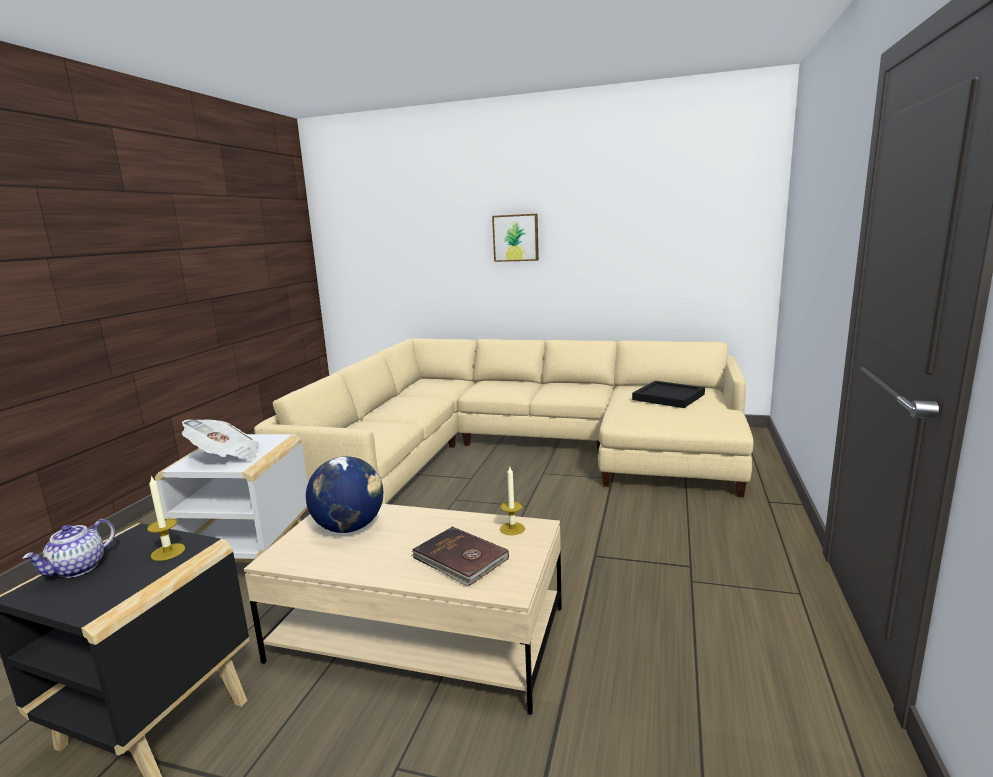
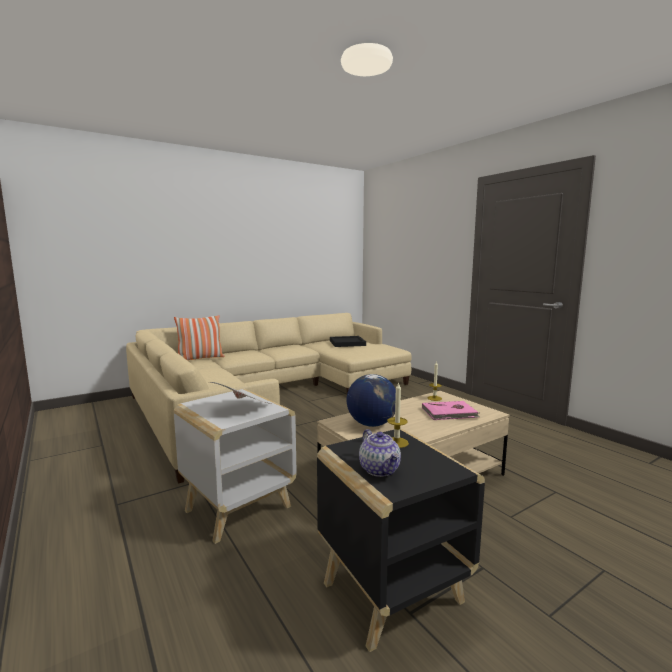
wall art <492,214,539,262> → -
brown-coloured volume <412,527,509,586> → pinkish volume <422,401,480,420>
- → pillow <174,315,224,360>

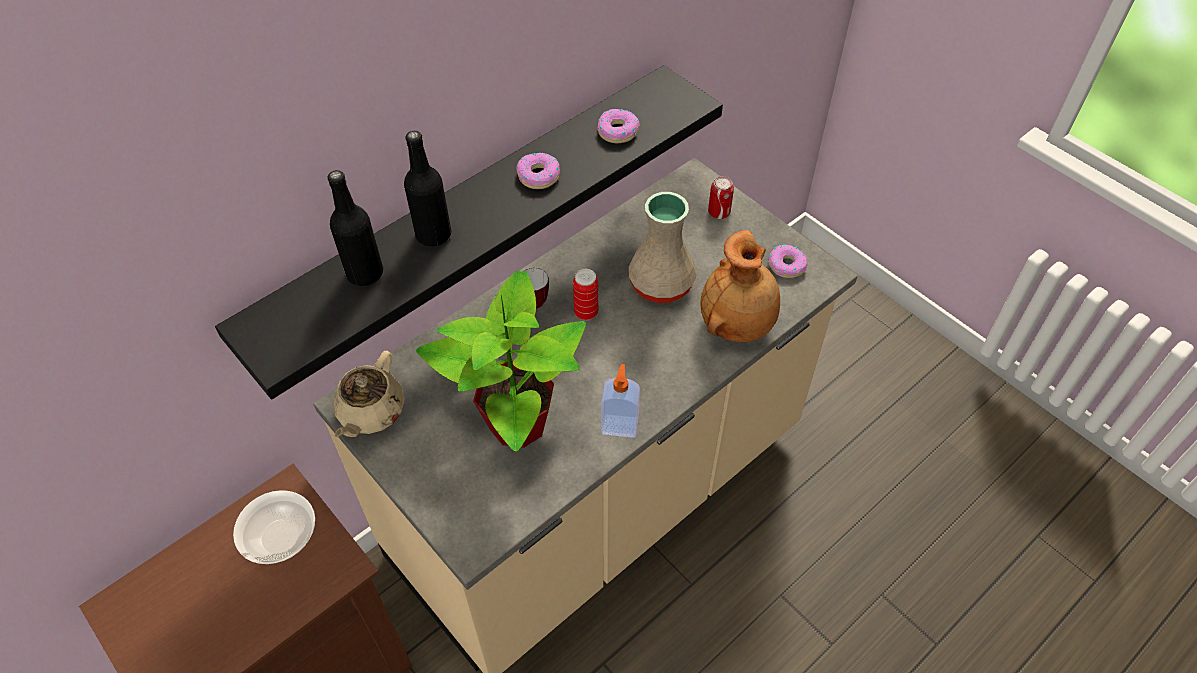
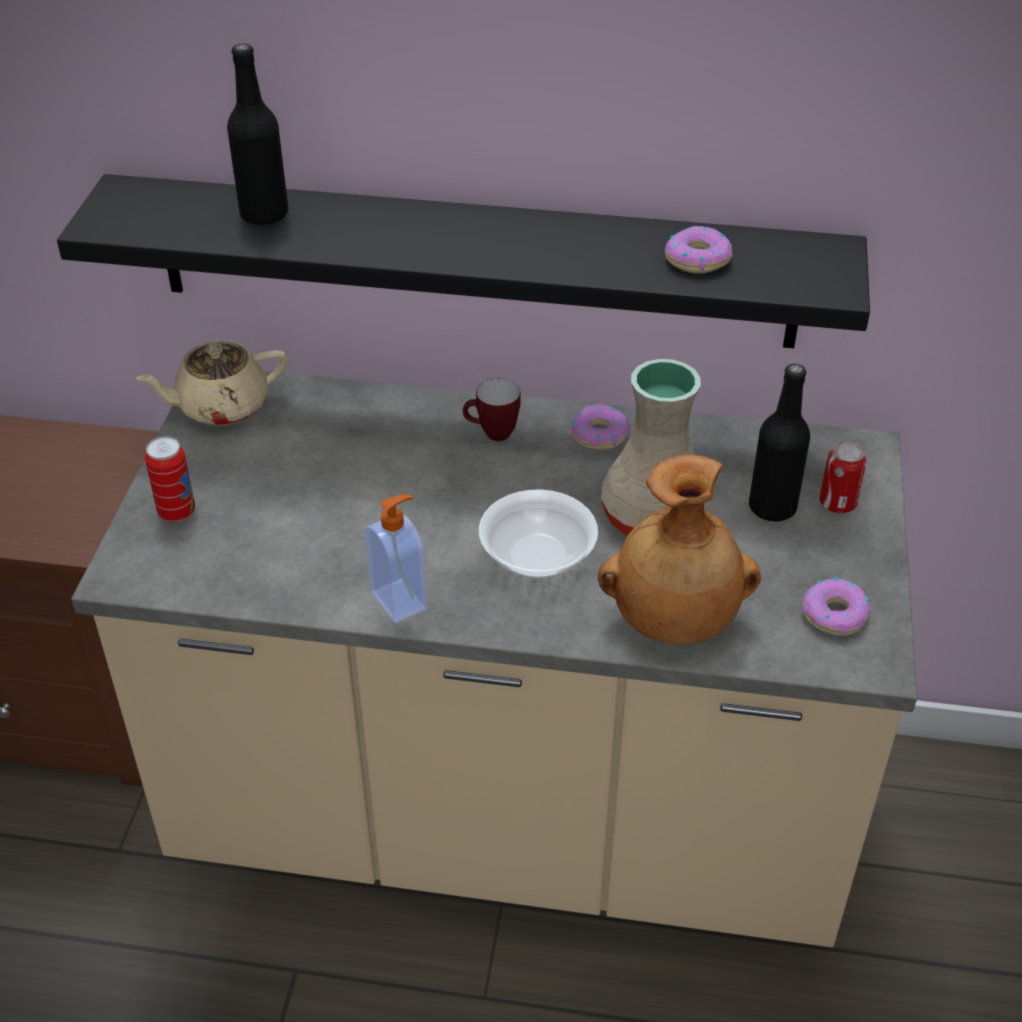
blackish drink bottle <404,131,451,246> → blackish drink bottle <749,364,810,521>, relocated
ring doughnut <516,153,560,189> → ring doughnut <571,404,631,450>, relocated
sealed can <573,269,598,320> → sealed can <145,437,195,522>, relocated
houseplant <416,270,586,452> → -
serving bowl <233,490,315,564> → serving bowl <479,490,598,579>, relocated

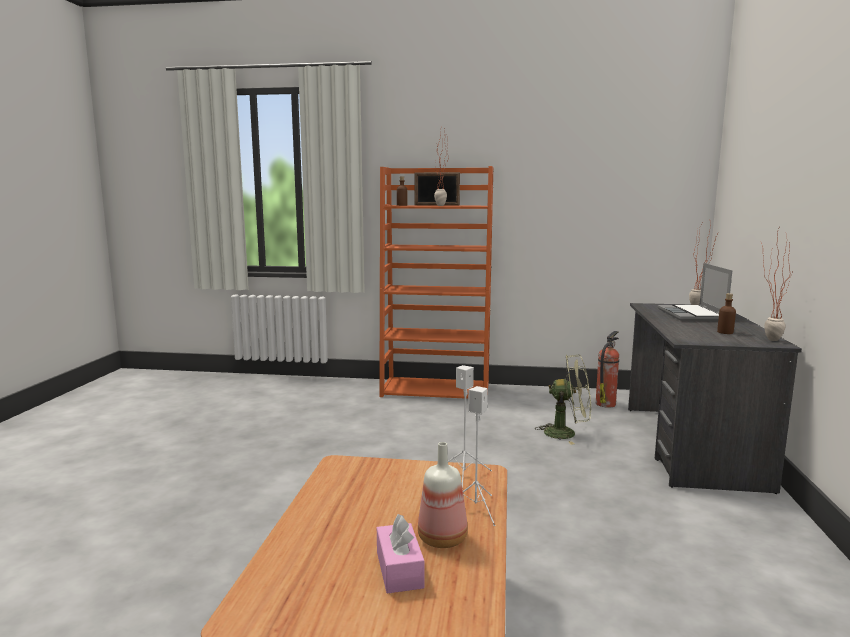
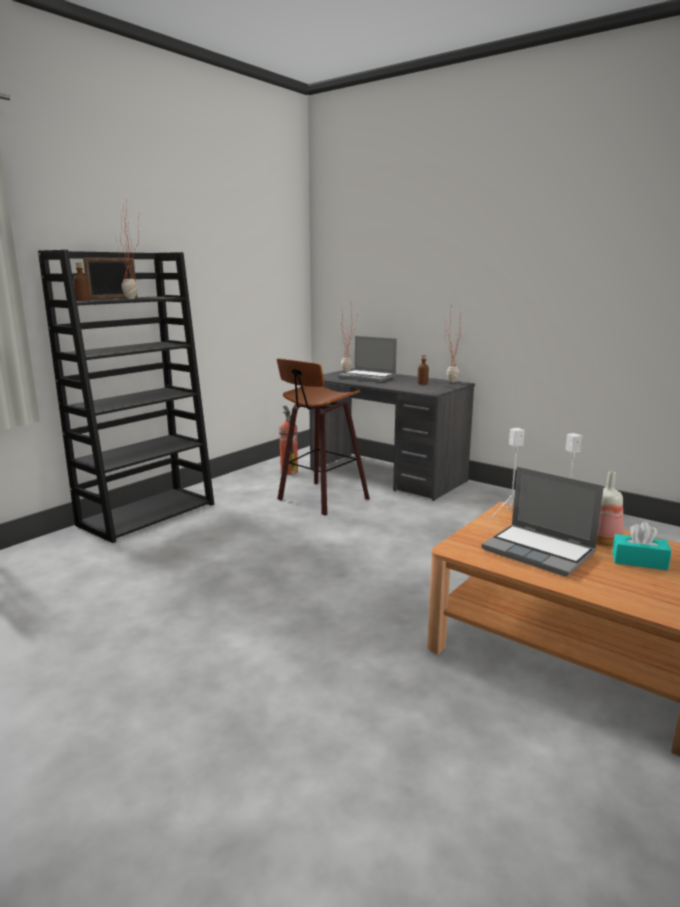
orangey bookcase <379,166,494,399> → blackish bookcase <38,250,214,543>
green-coloured fan <535,355,591,445> → stool <277,359,370,516>
pinkish box of tissues <377,514,424,594> → turquoise box of tissues <612,522,672,570>
- → notebook computer <481,467,604,576>

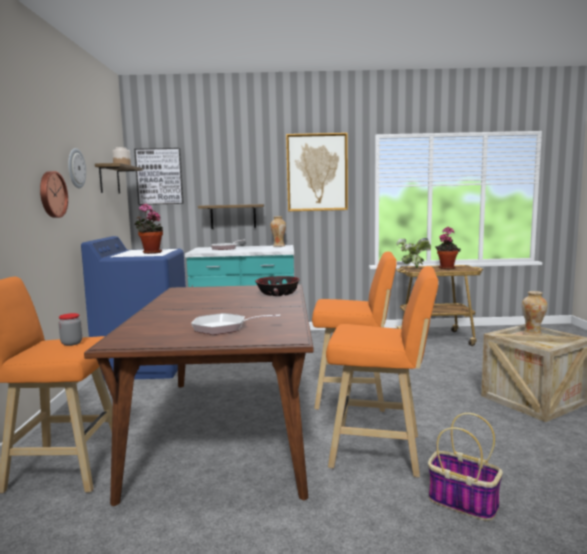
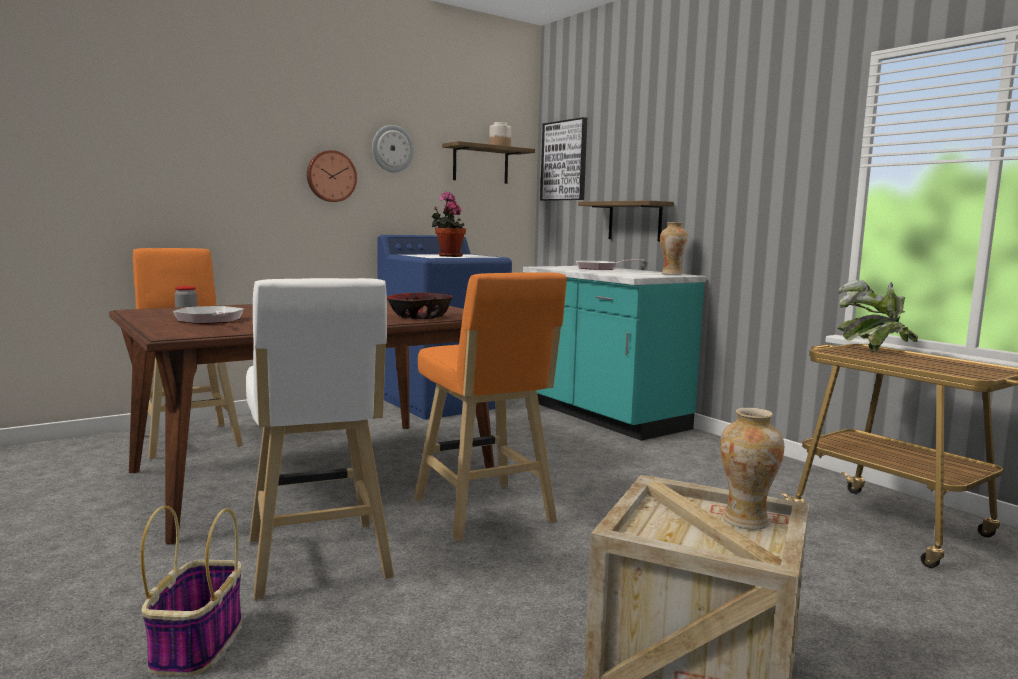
wall art <286,133,348,211> → -
houseplant <436,227,461,269> → -
orangey stool <326,266,438,477> → white stool <246,278,394,600>

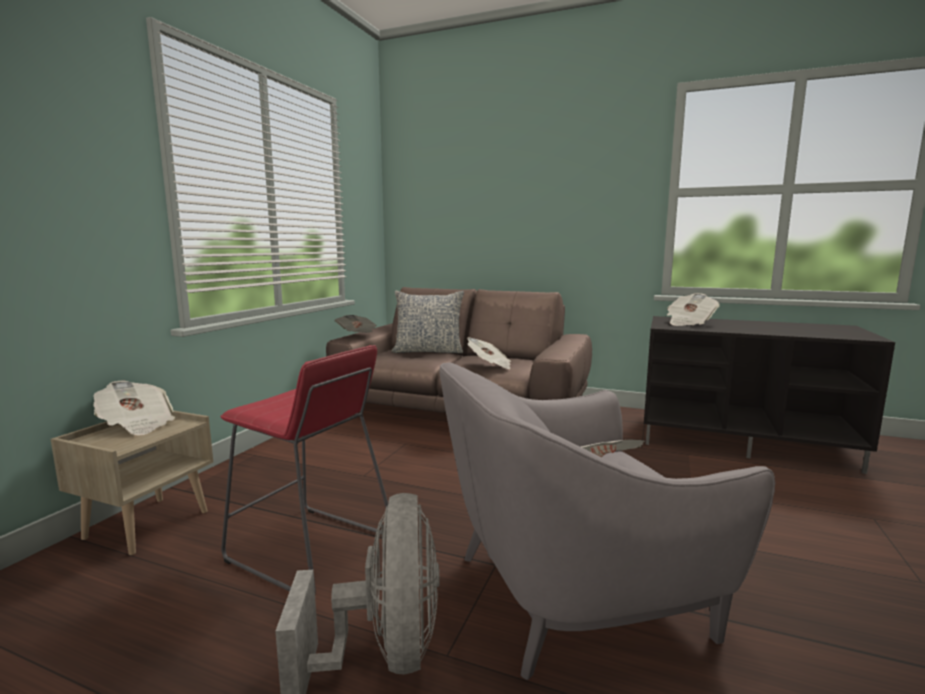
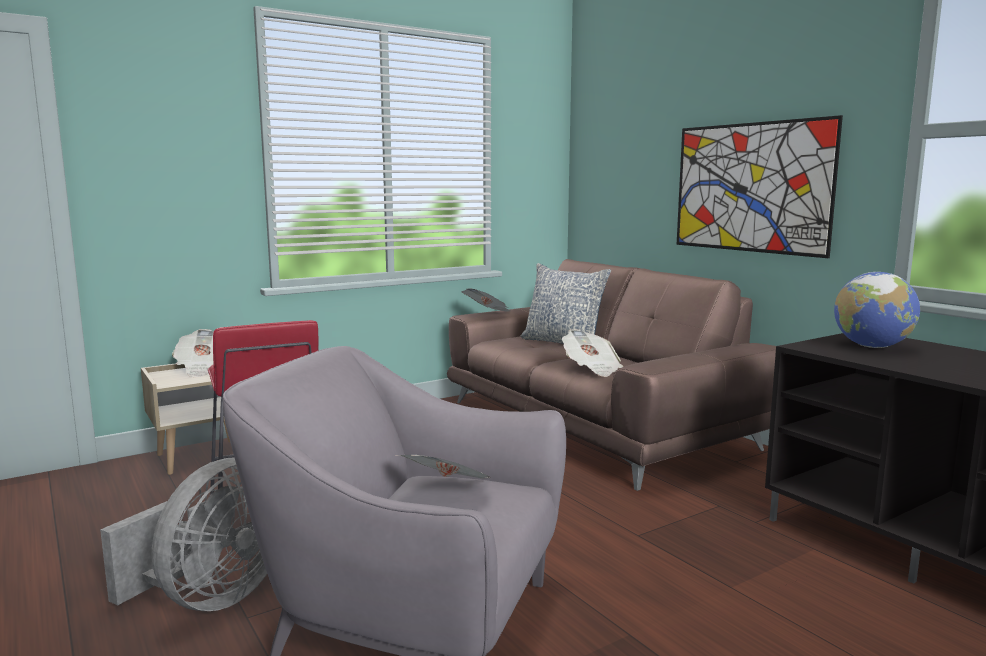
printed paper <667,293,720,326> → world globe <834,272,920,348>
- → wall art <677,115,843,258>

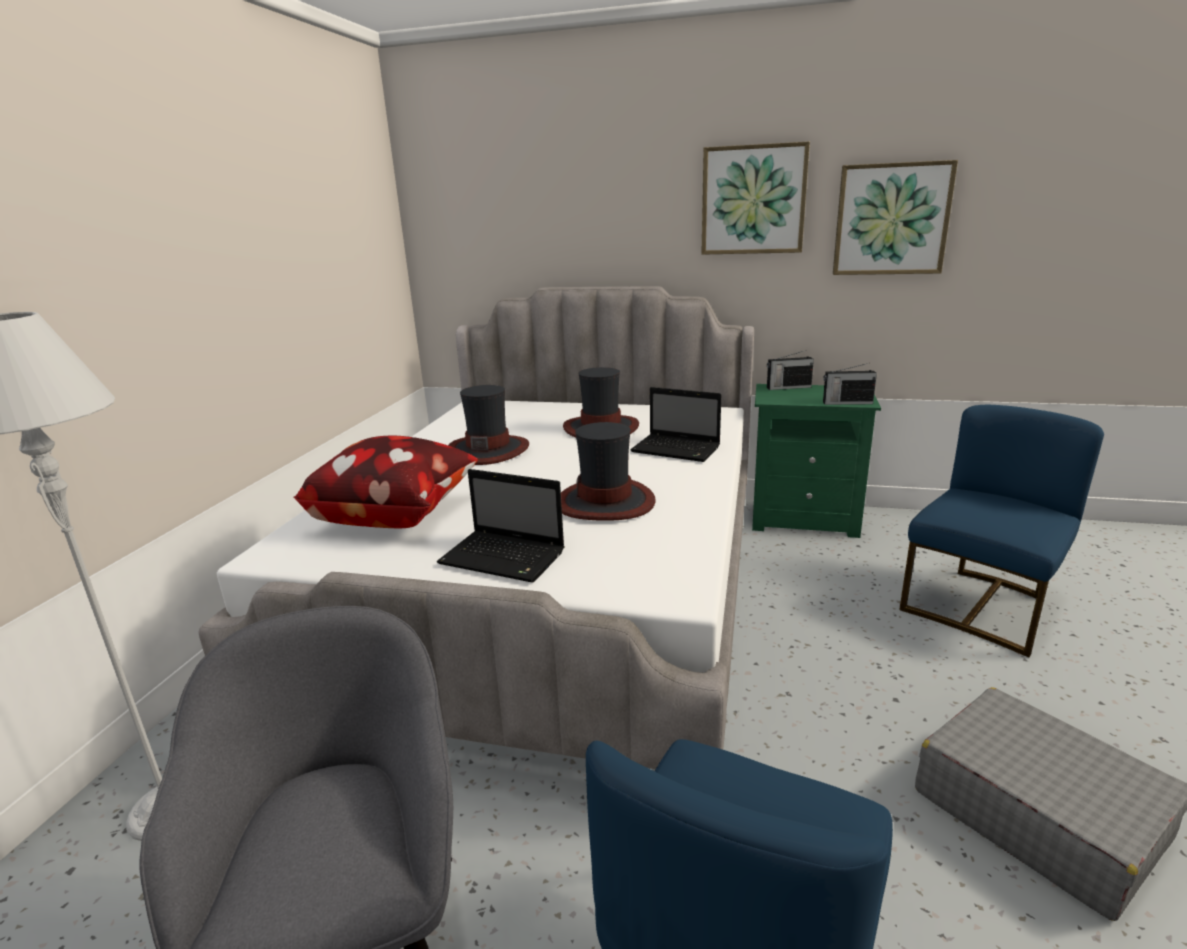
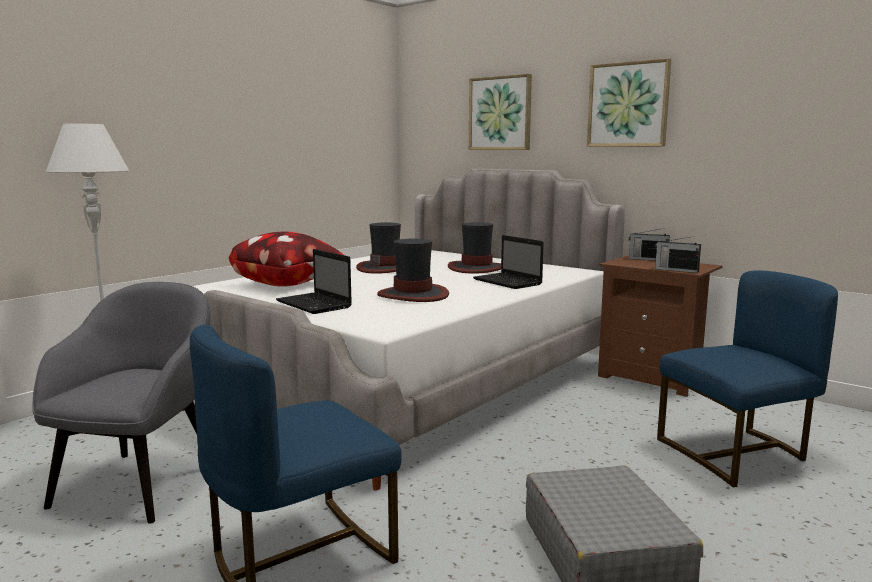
wall art <833,160,958,275> → wall art <469,74,532,150>, relocated
green-coloured nightstand <752,384,881,538> → brown-coloured nightstand <598,256,722,397>

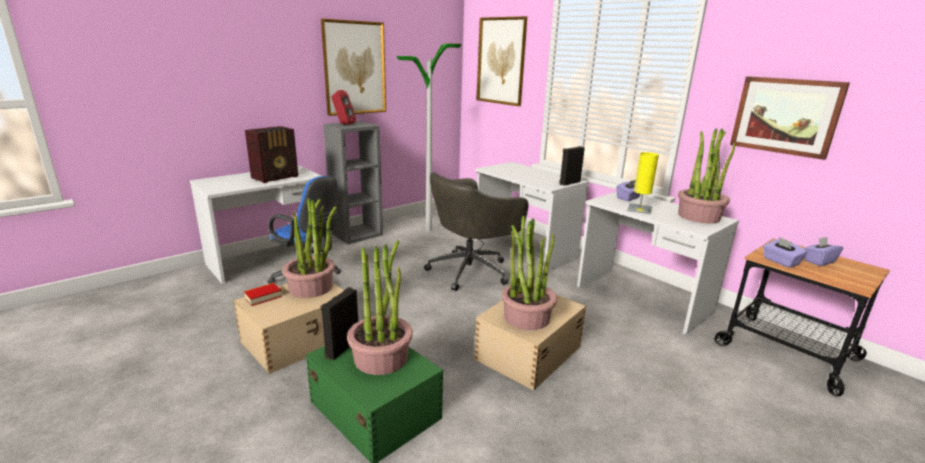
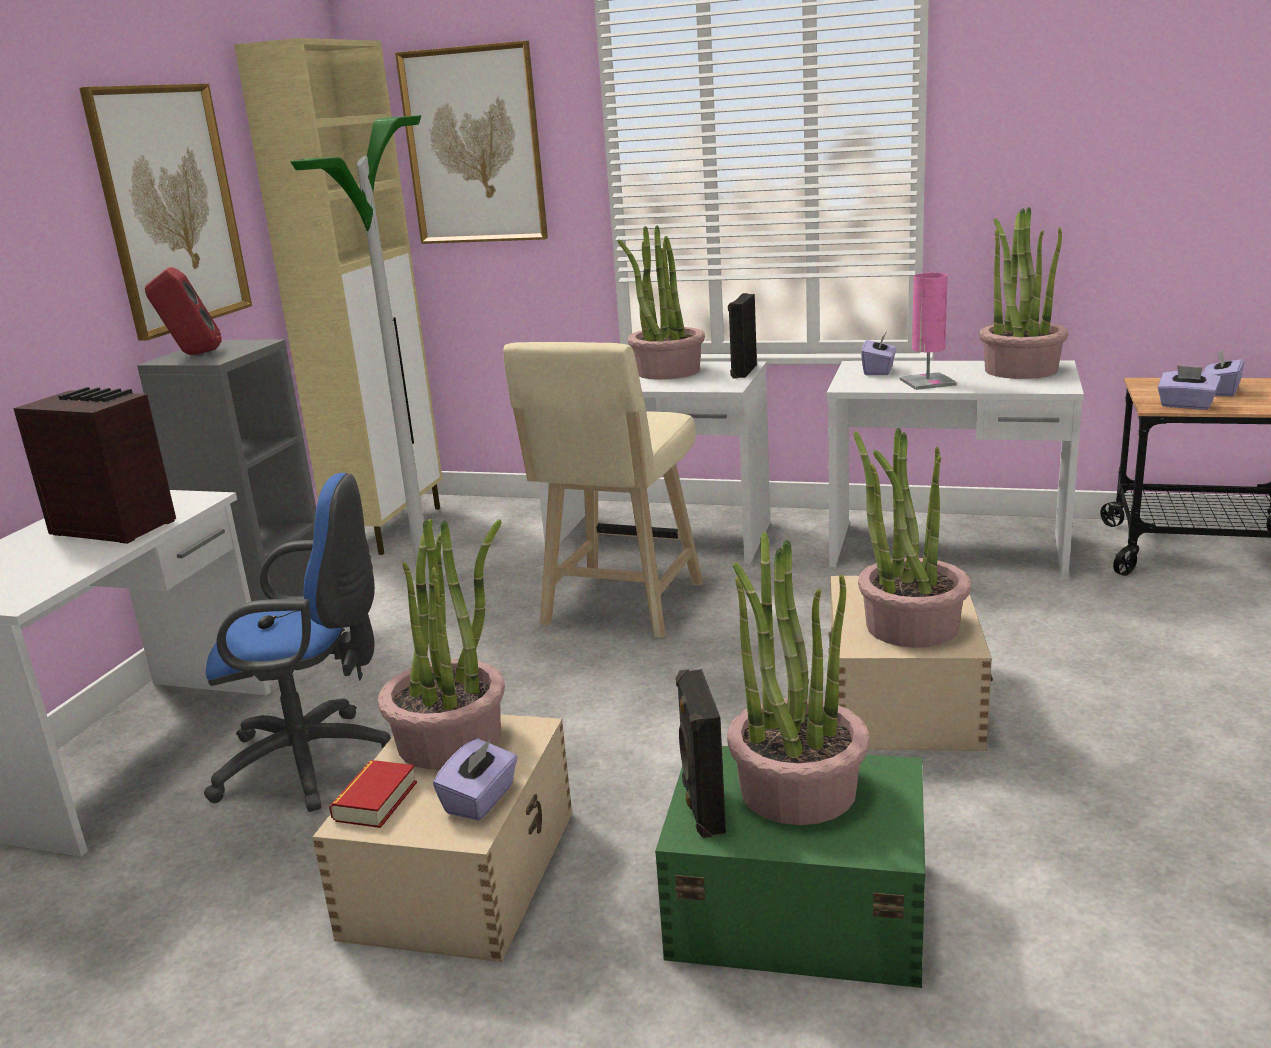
wall art <730,76,850,160> → -
radio set <245,126,298,183> → radio set <13,387,176,544>, 75 degrees counterclockwise
yellow-coloured table lamp <627,152,659,214> → pinkish table lamp <900,273,957,390>
grey desk chair <424,172,529,291> → beige stool <504,342,703,638>
- → beige cupboard <234,38,443,555>
- → houseplant <617,225,705,380>
- → purple box of tissues <433,738,518,821>

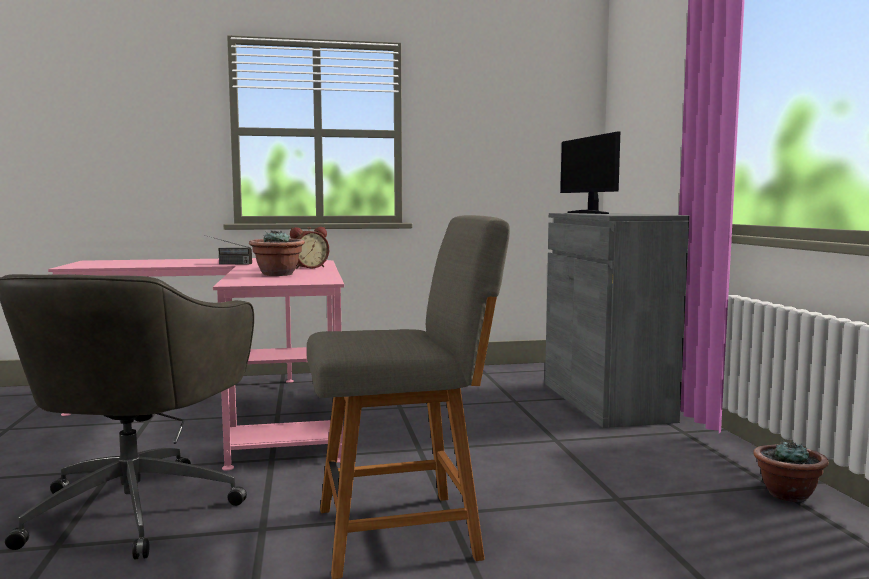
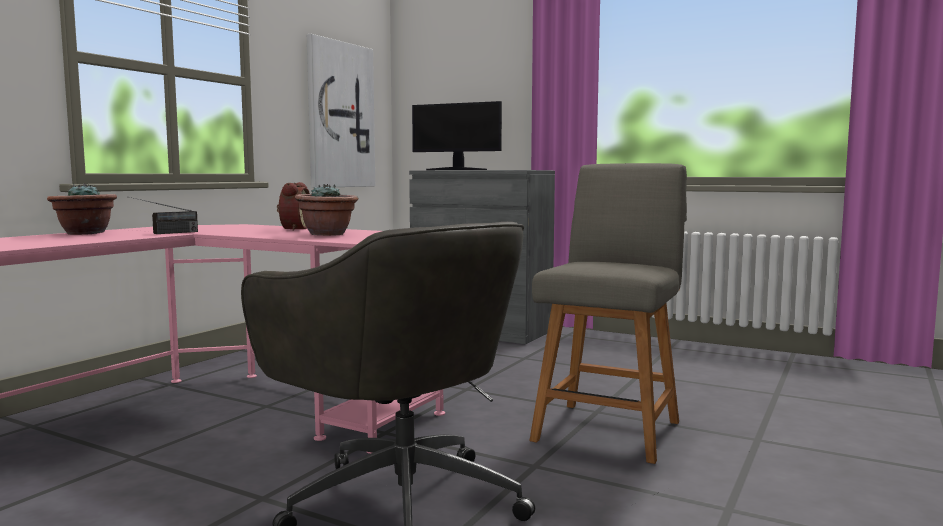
houseplant <753,440,829,502> → houseplant <47,183,117,235>, relocated
- → wall art <307,34,375,188>

